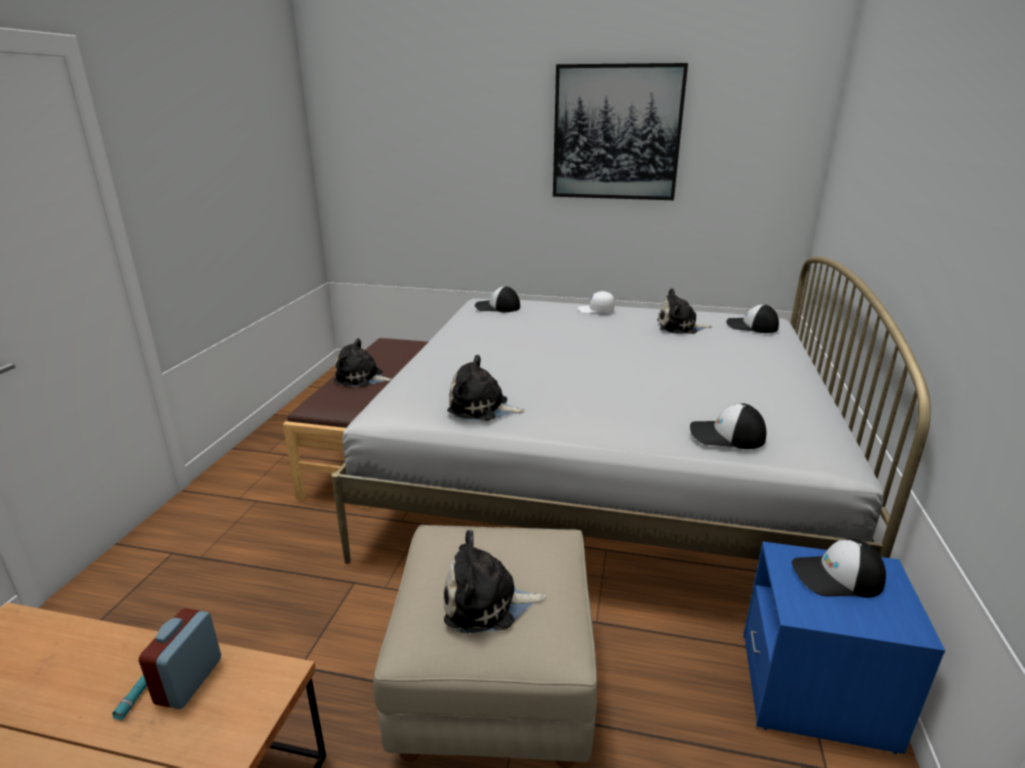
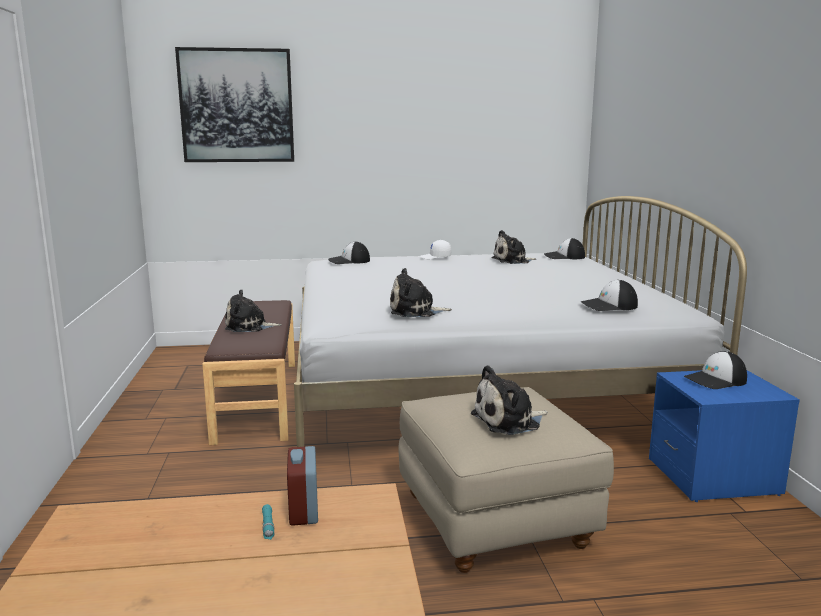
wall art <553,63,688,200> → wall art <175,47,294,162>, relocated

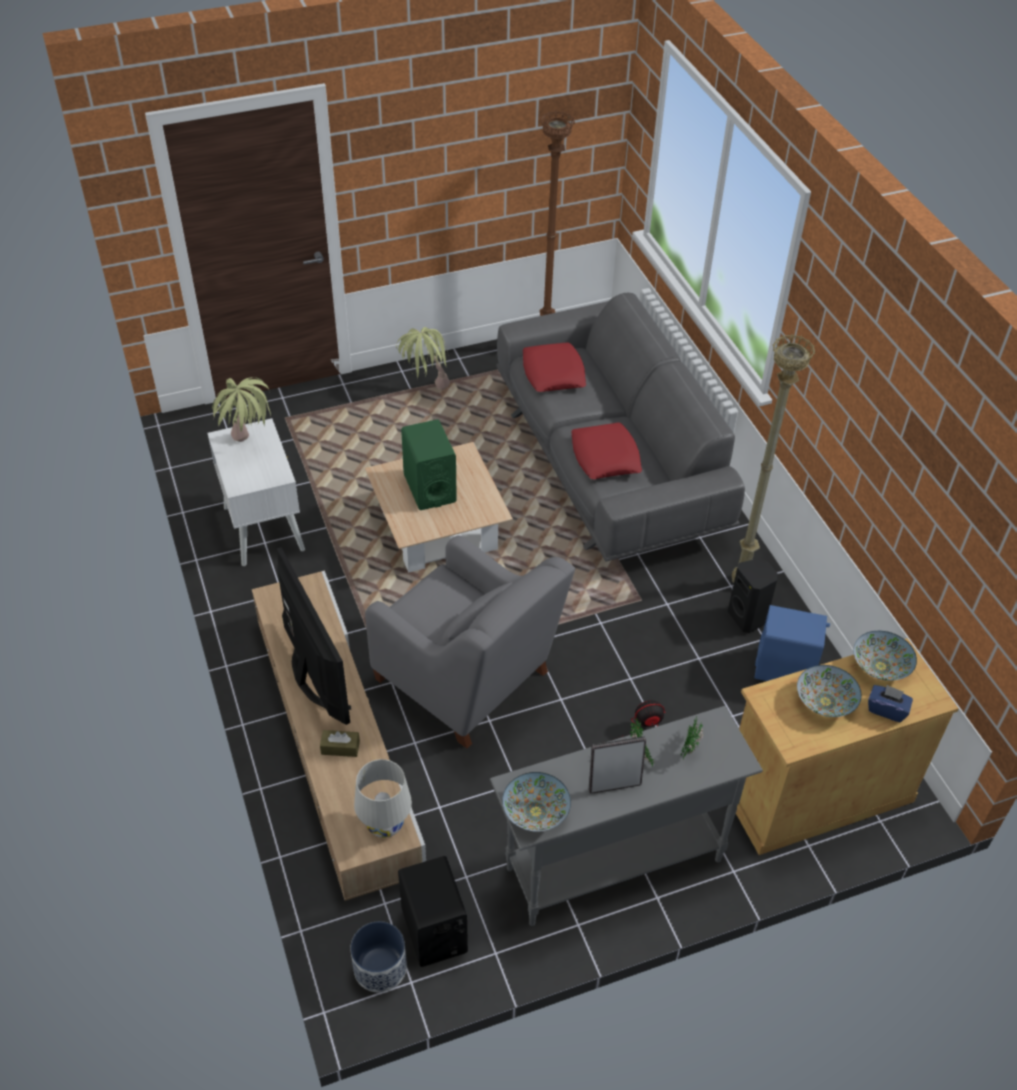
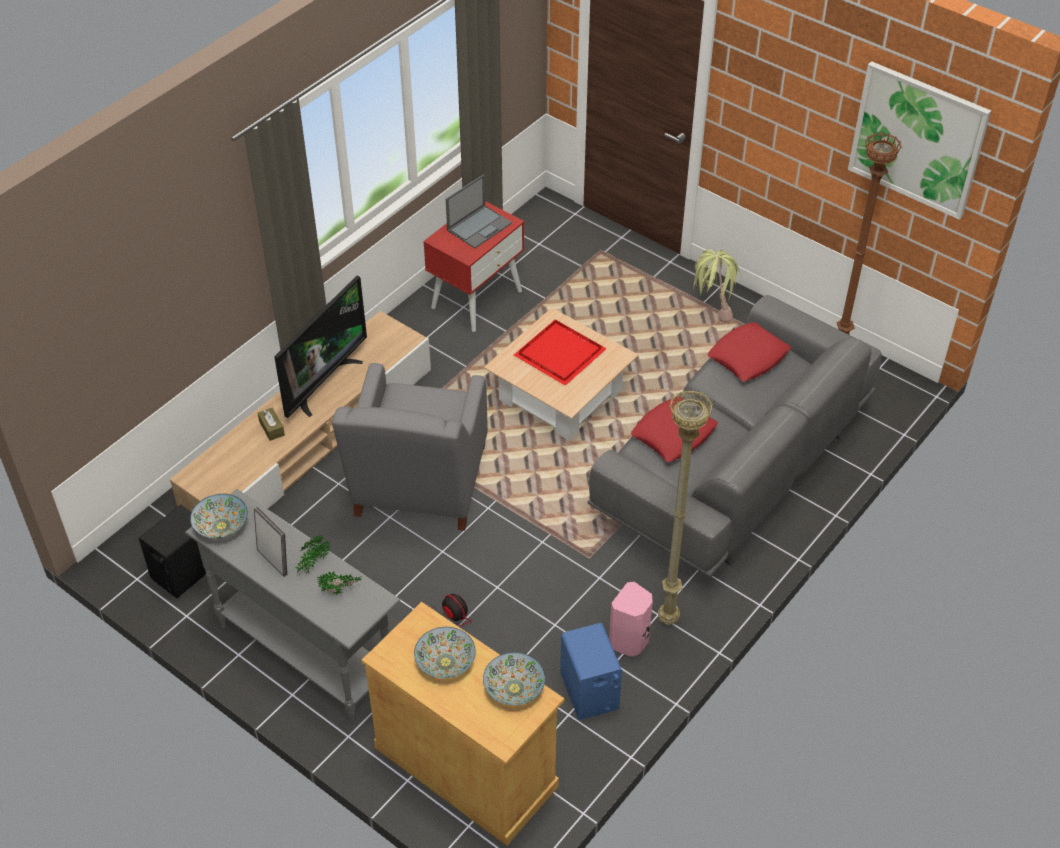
houseplant <212,377,271,442> → notebook computer <446,174,512,248>
white nightstand <207,418,305,566> → red nightstand <423,201,524,332>
green-coloured loudspeaker <401,420,457,510> → red tray <514,320,607,386>
blackish loudspeaker <728,558,777,633> → pinkish loudspeaker <609,582,653,657>
blue-coloured box of tissues <868,685,913,722> → -
white table lamp <354,759,412,838> → -
planter <350,921,407,993> → -
- → wall art <848,61,991,220>

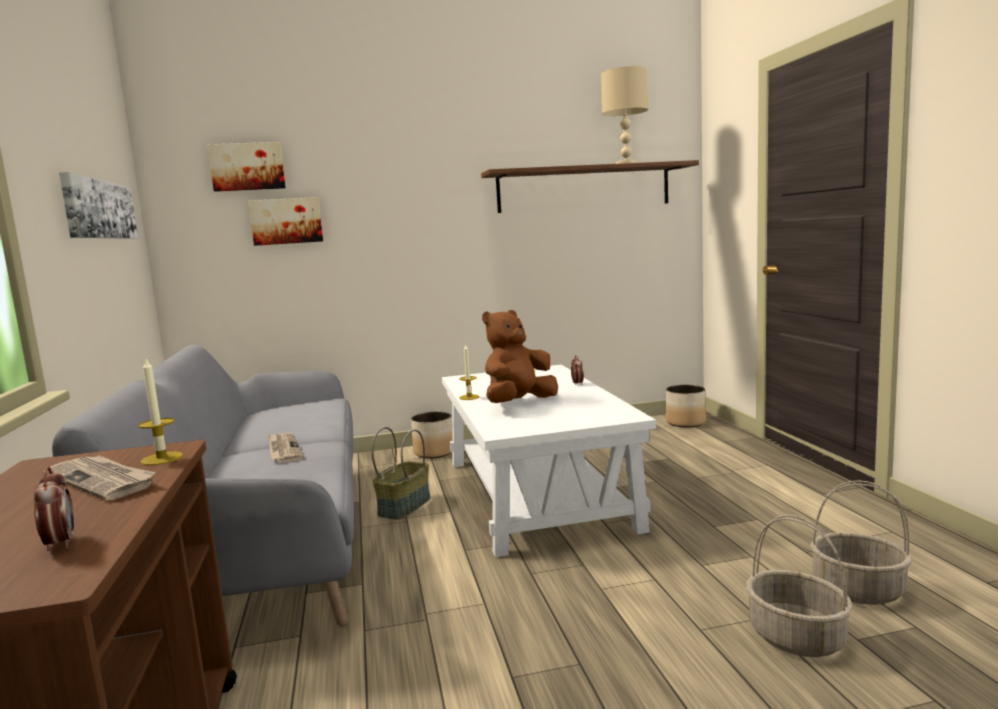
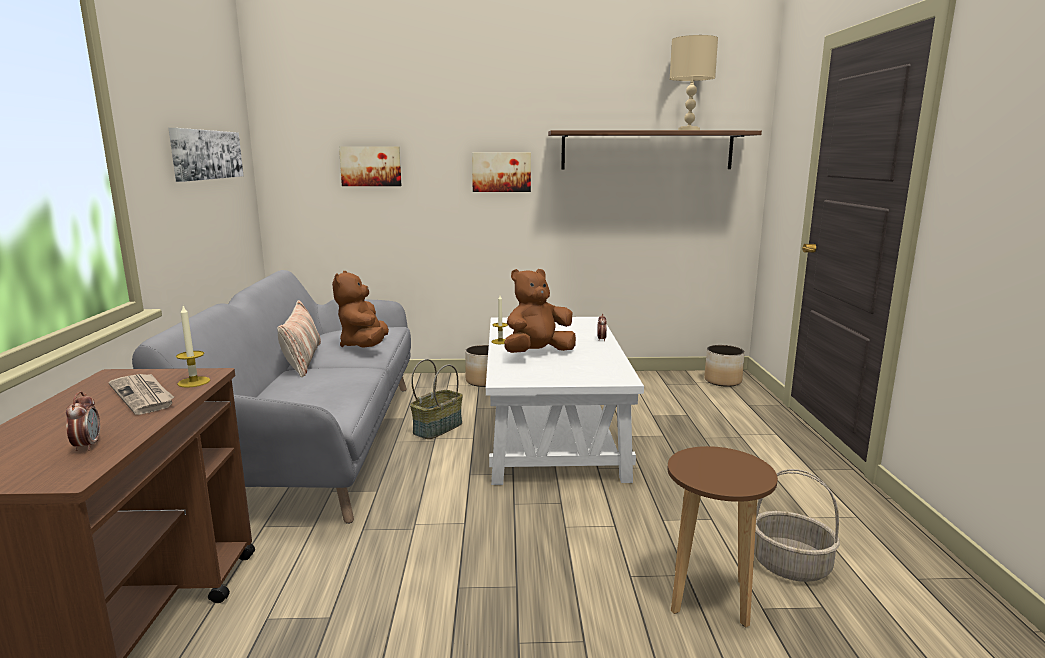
wall art <207,142,286,192> → wall art <472,153,531,192>, relocated
printed paper <268,433,304,463> → -
storage basket <746,515,853,657> → brown-coloured stool <667,446,778,627>
- → brown-coloured soft toy <332,271,389,348>
- → pillow <277,300,321,378>

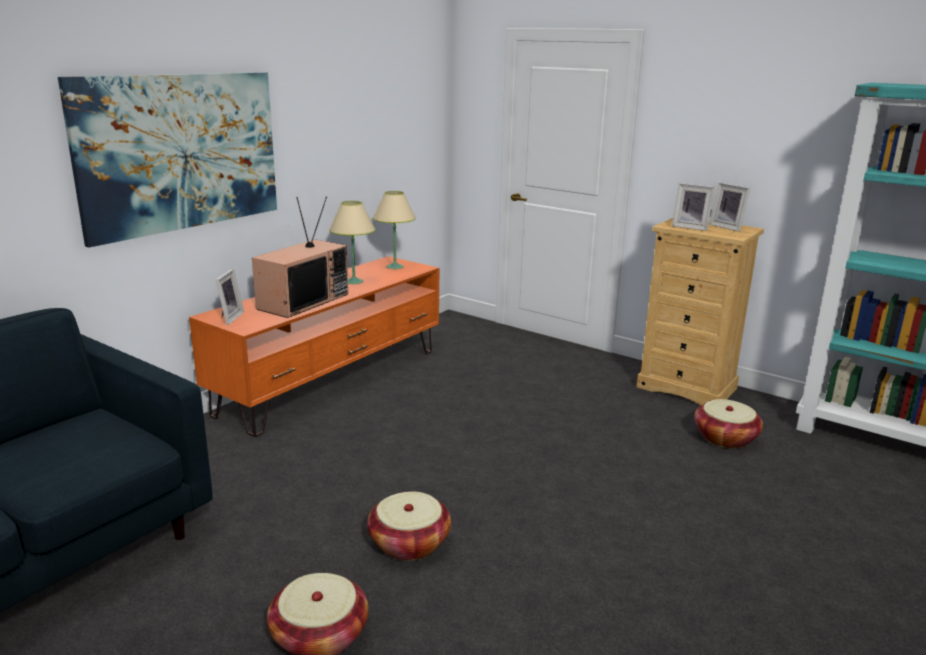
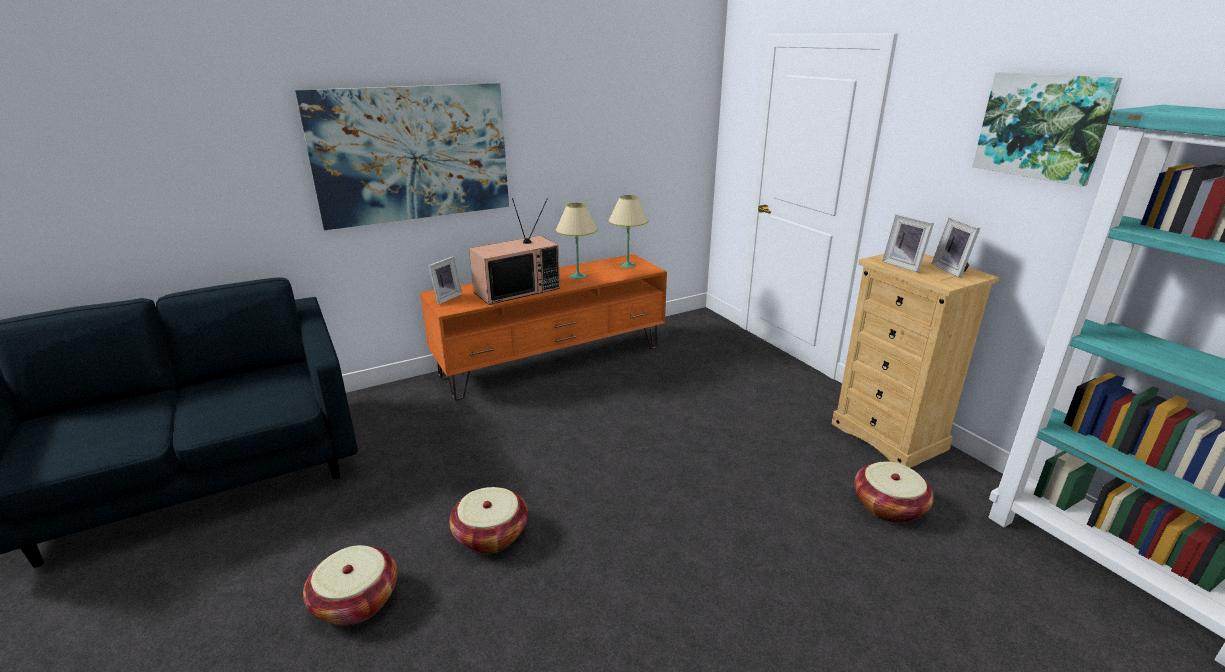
- → wall art <972,72,1122,187>

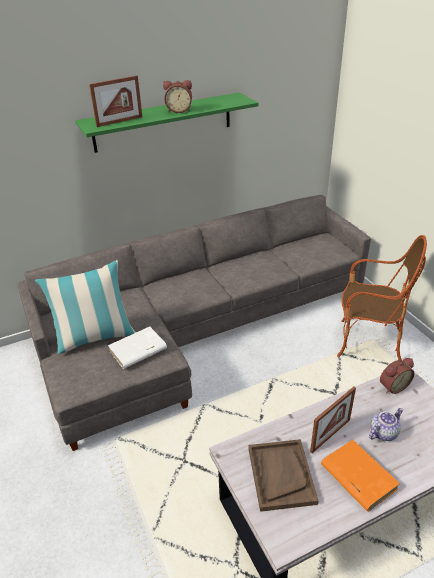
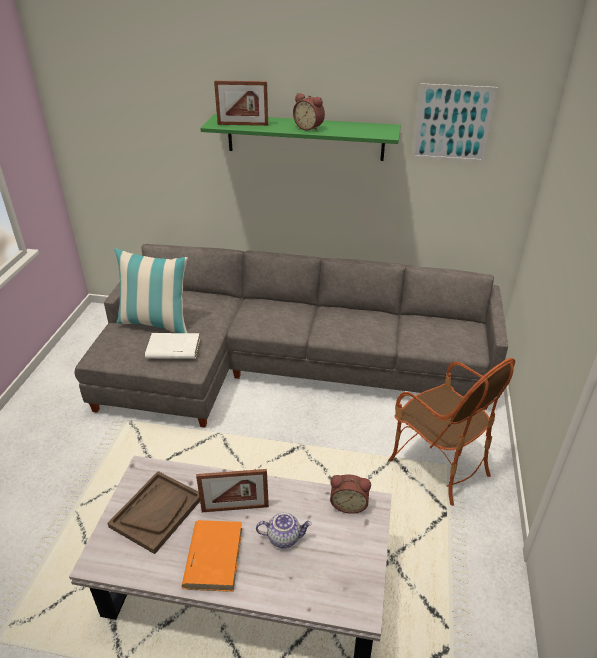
- → wall art <411,83,498,162>

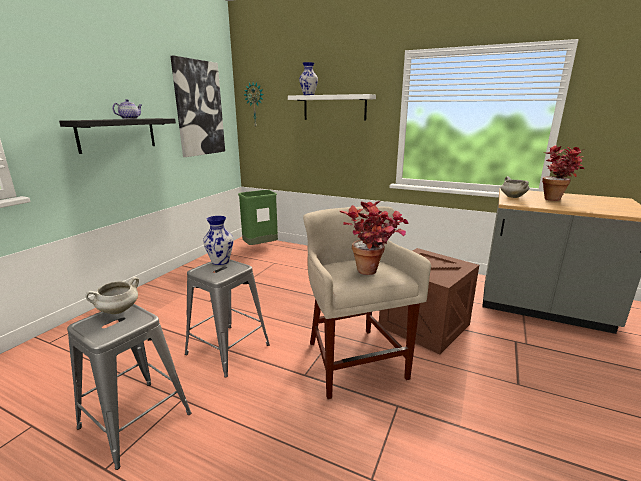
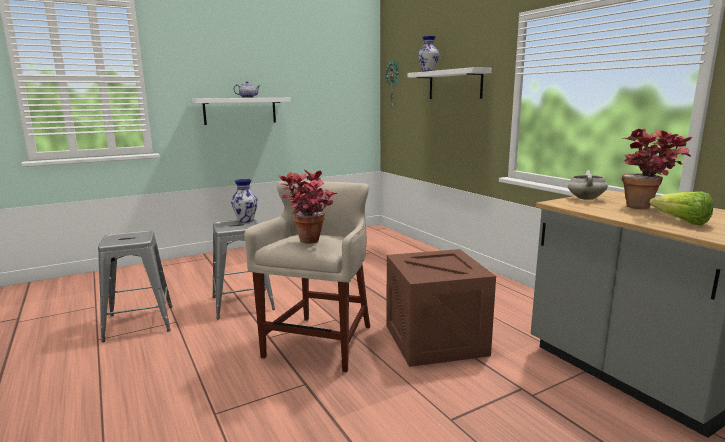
wall art <170,56,225,157> → -
blackish shelf <59,118,176,154> → white shelf <192,98,291,125>
green-coloured trash can <238,190,278,245> → -
white stockpot <85,277,139,314> → -
- → lettuce head <650,191,713,225>

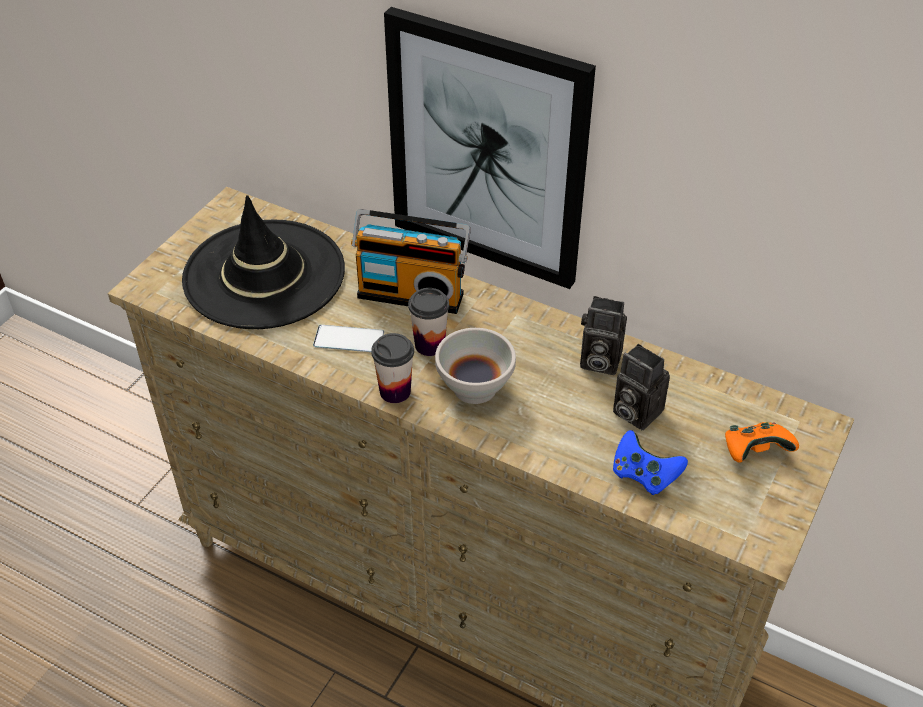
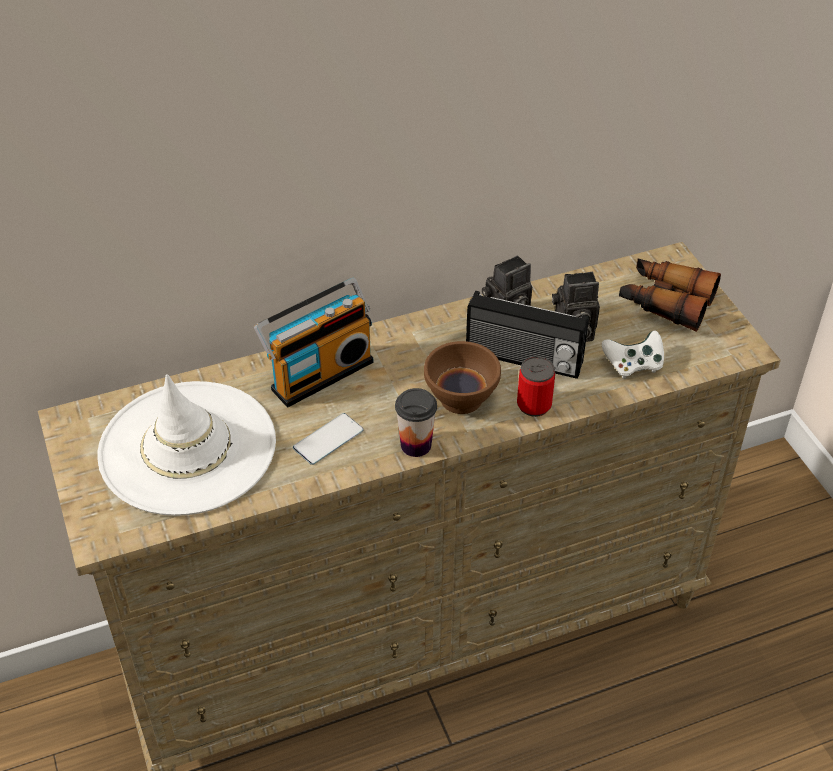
wall art <384,7,596,289> → -
blackish wearable hat <182,195,345,329> → white wearable hat <97,374,276,516>
small cup <408,288,449,356> → -
white serving bowl <435,328,516,404> → brown-coloured serving bowl <424,341,501,414>
orangey game controller <725,422,799,463> → pair of binoculars <619,258,721,332>
blue-coloured game controller <613,430,688,495> → white game controller <602,330,664,379>
- → radio set <466,291,589,379>
- → sealed can <517,357,555,417>

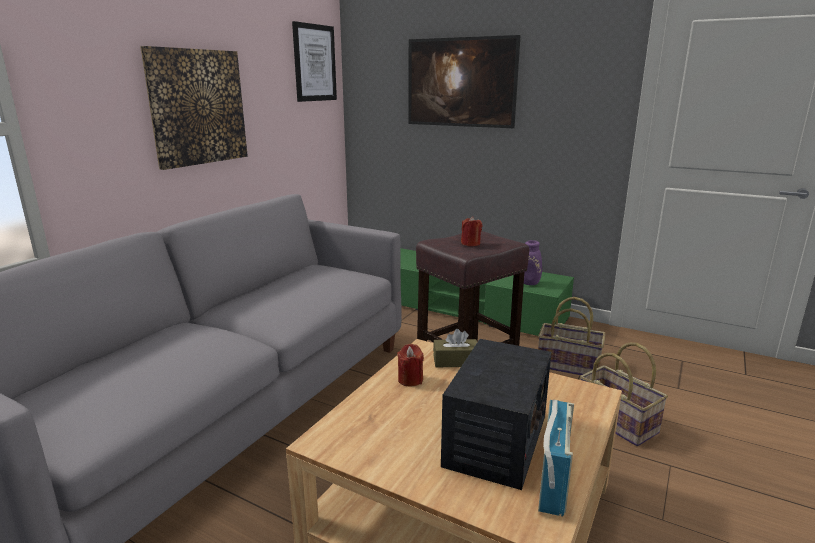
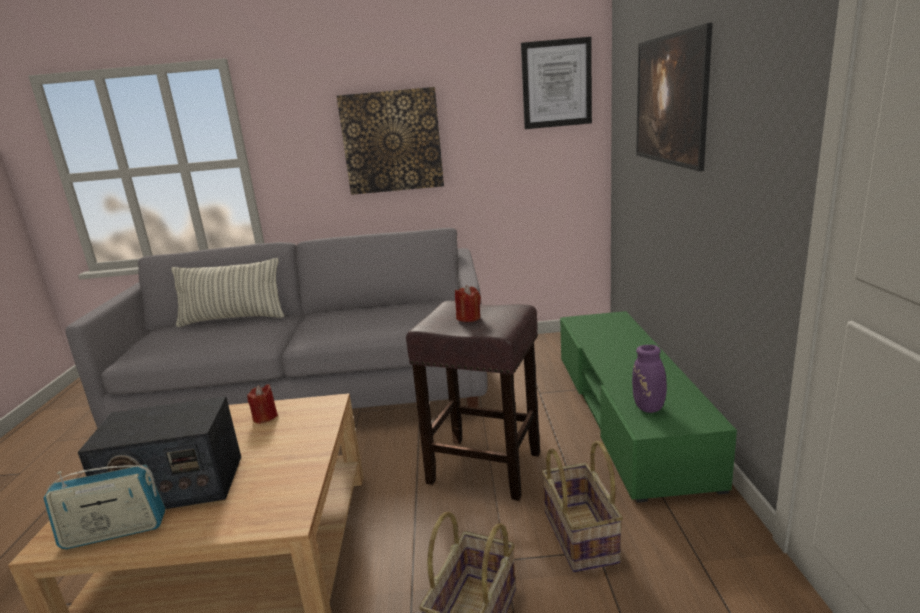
brown-coloured box of tissues <433,329,477,367> → -
- → pillow <171,258,285,327>

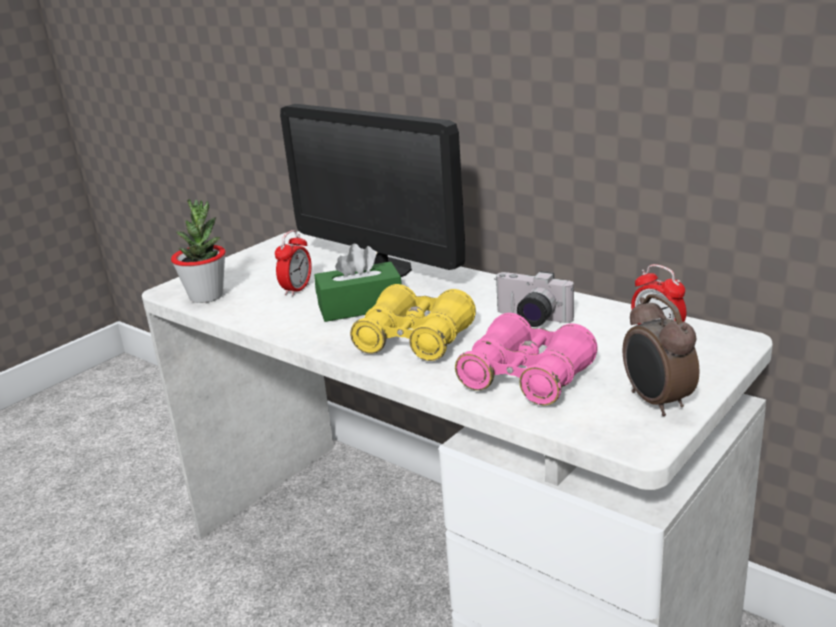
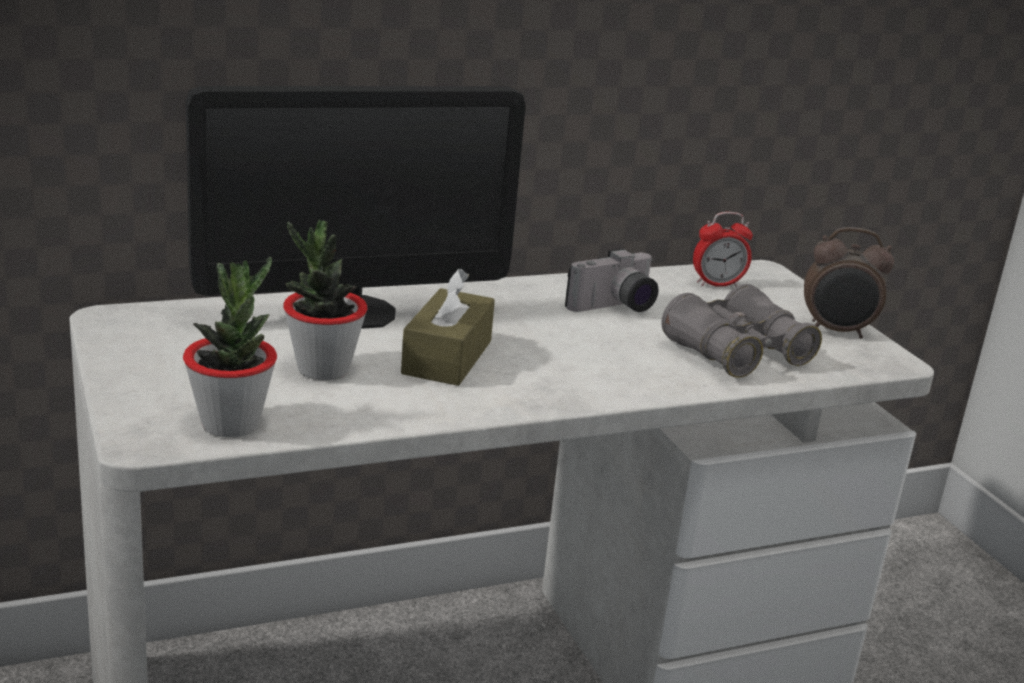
alarm clock <275,230,312,296> → houseplant <283,220,368,380>
green-coloured box of tissues <314,244,402,322> → brown-coloured box of tissues <401,269,495,386>
yellow-coloured pair of binoculars <350,284,476,361> → -
pinkish pair of binoculars <455,313,598,405> → grey pair of binoculars <661,284,822,378>

